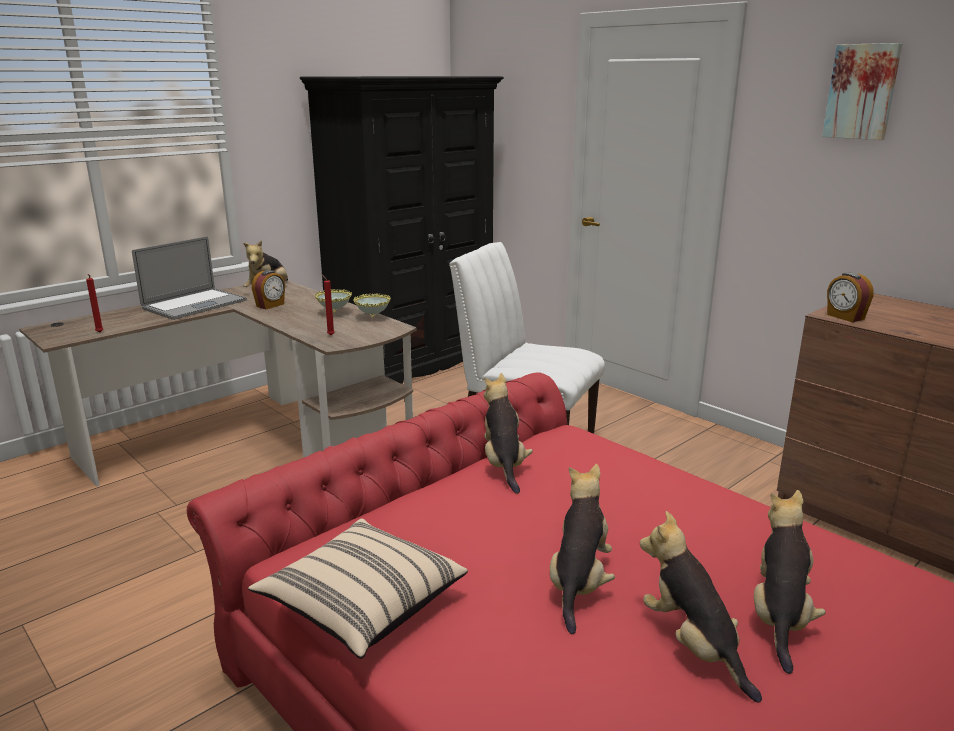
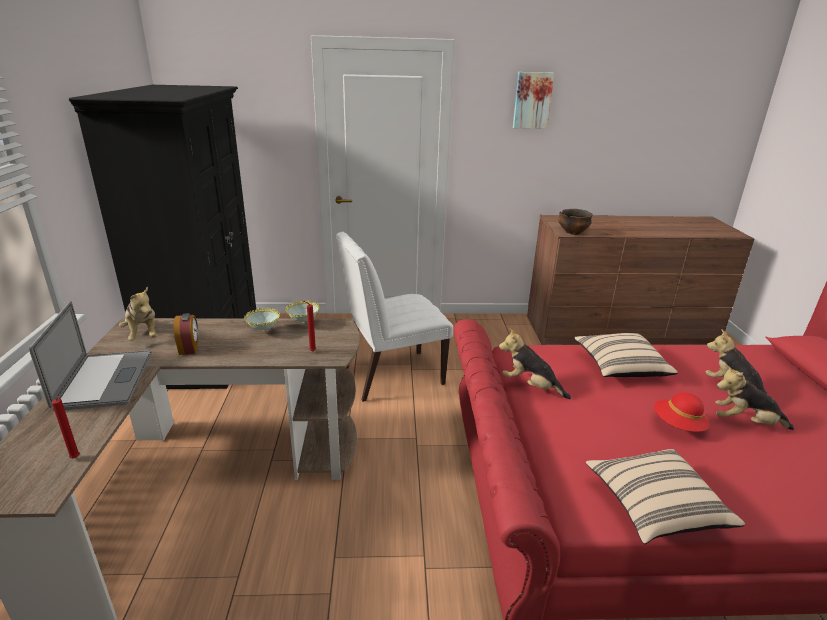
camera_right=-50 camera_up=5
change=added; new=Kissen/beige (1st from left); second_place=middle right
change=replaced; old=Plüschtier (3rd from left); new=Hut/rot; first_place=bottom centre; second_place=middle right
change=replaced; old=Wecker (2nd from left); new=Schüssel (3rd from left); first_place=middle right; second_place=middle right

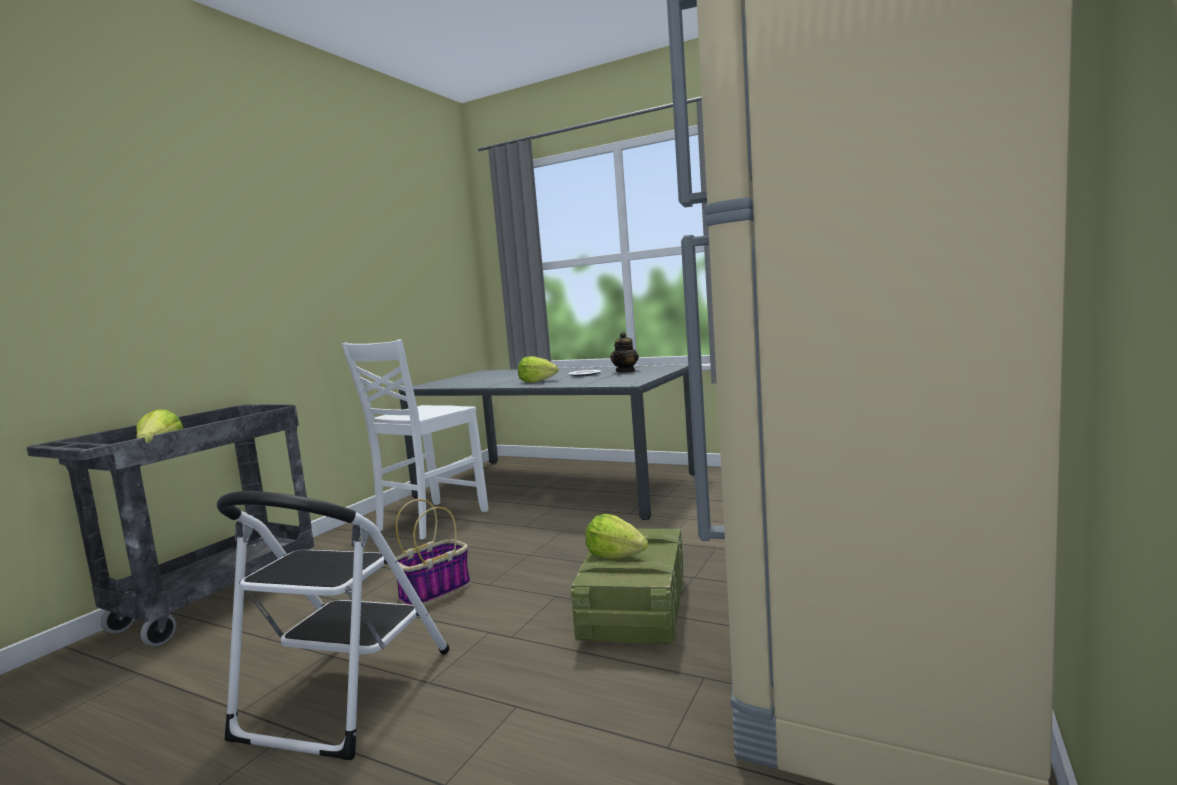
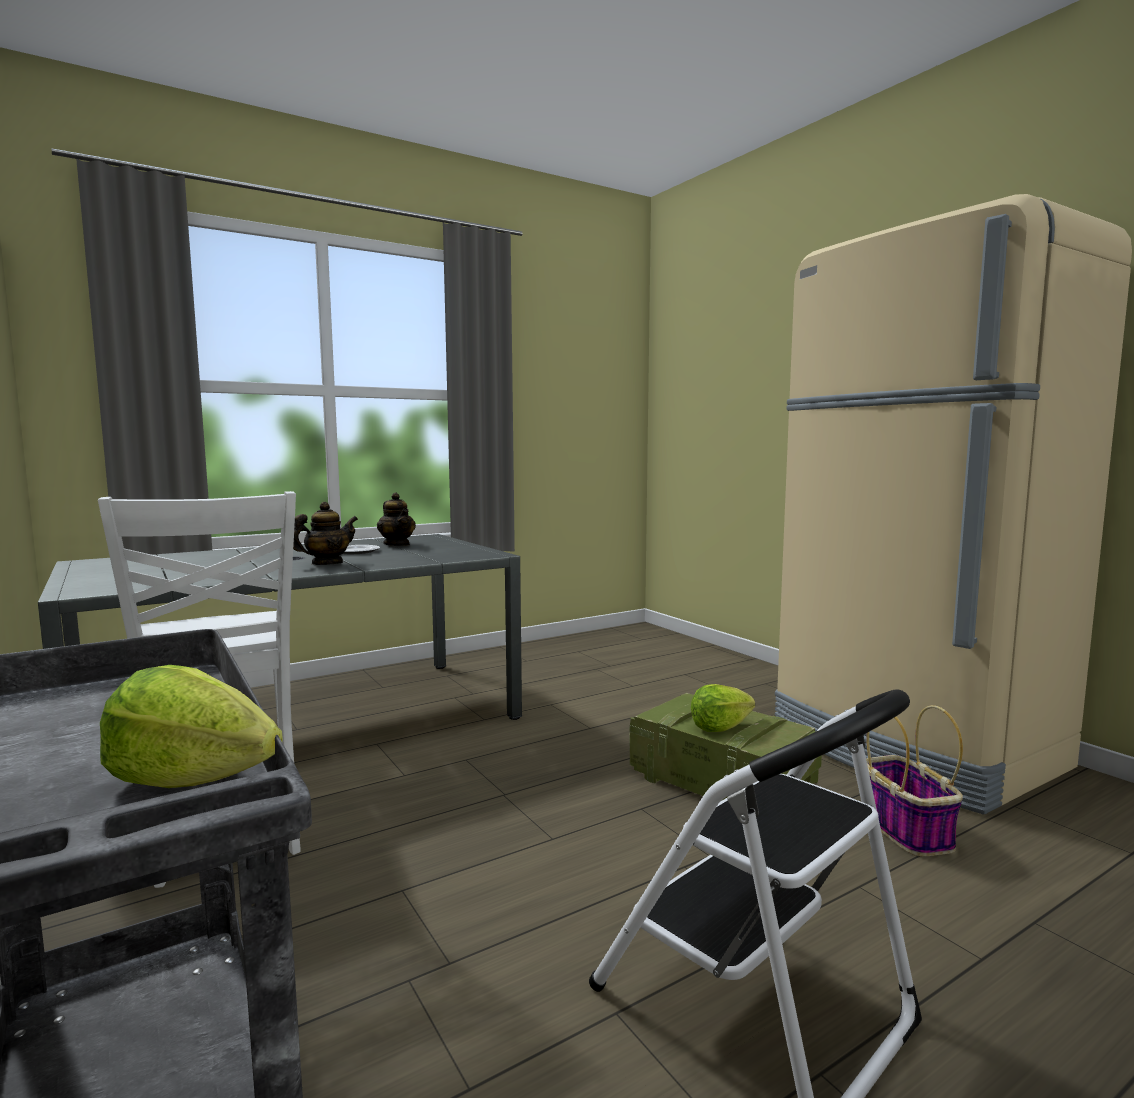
camera_right=-60 camera_up=0
change=moved; old=Korb; first_place=bottom centre; second_place=bottom right
change=replaced; old=Salatkopf (2nd from left); new=Teekanne (1st from left); first_place=centre; second_place=middle left

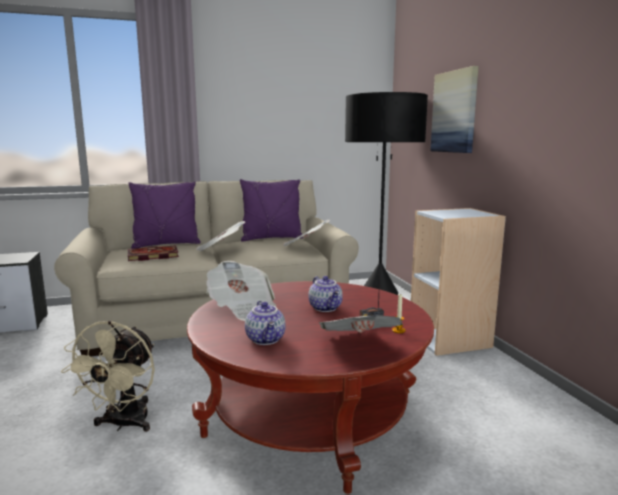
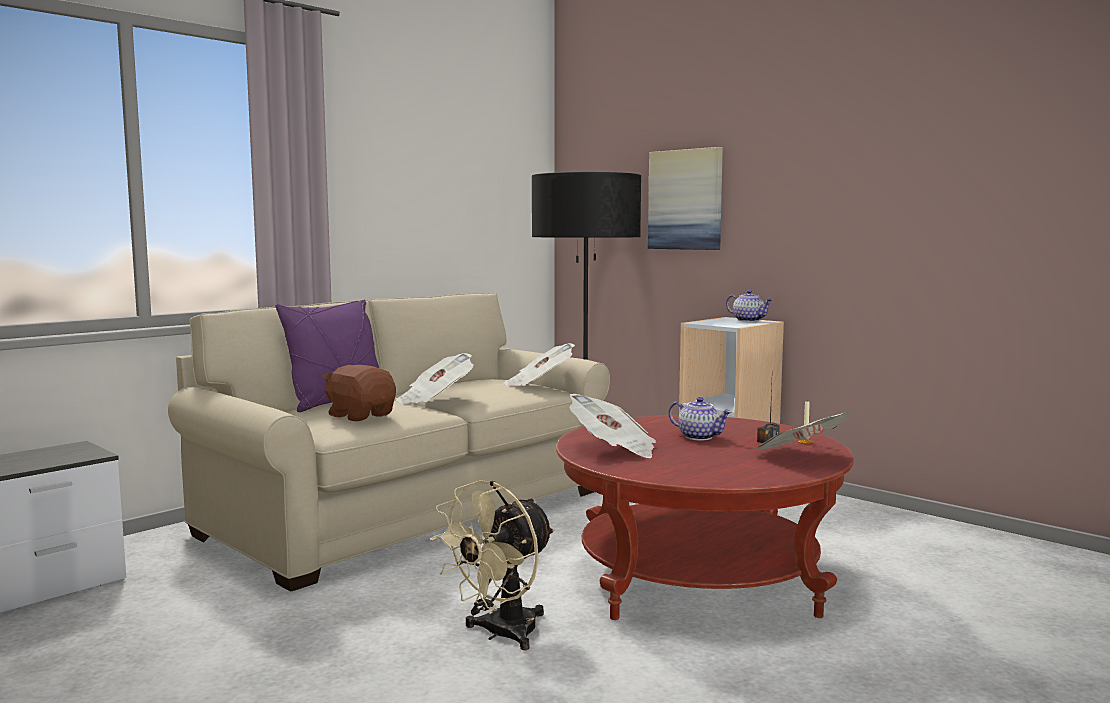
camera_right=-30 camera_up=-5
change=removed; old=Kissen/lila (2nd from left); first_place=centre
change=moved; old=Teekanne (1st from left in the first image); new=Teekanne (2nd from left); first_place=centre; second_place=middle right
change=replaced; old=Buch; new=Plüschtier/braun; first_place=middle left; second_place=middle left
change=turned; old=Ventilator/beige; first_place=bottom left; second_place=bottom centre; degrees=60

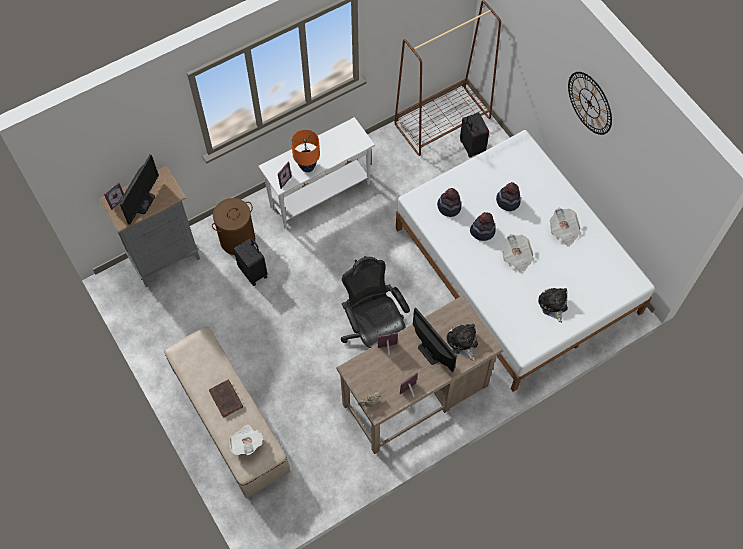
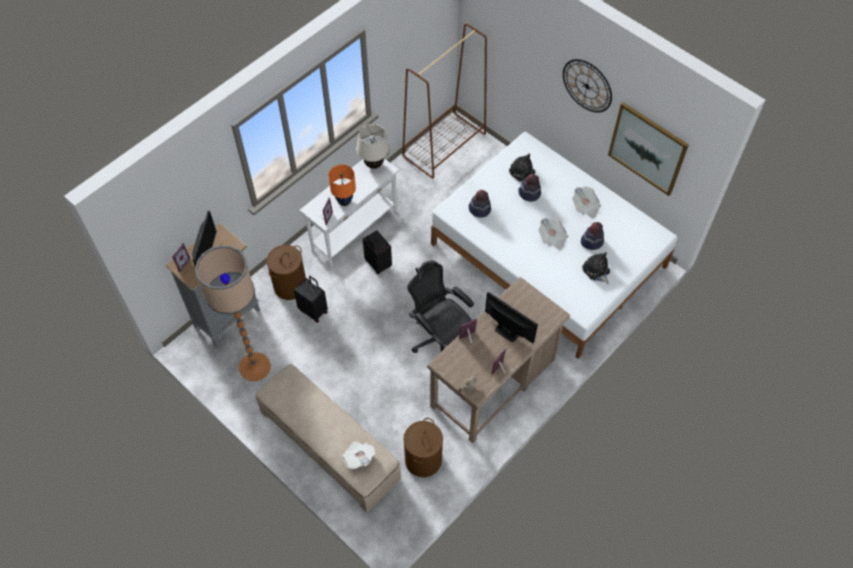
camera_right=-15 camera_up=-5
change=removed; old=Buch/braun; first_place=bottom left
change=added; new=Stehlampe; second_place=middle left
change=added; new=Tischlampe/beige; second_place=top centre
change=added; new=Wäschekorb/braun (2nd from left); second_place=bottom centre
change=added; new=Bild; second_place=top right
change=moved; old=Plüschtier (1st from left); first_place=centre; second_place=top centre
change=moved; old=Koffer/schwarz (2nd from left); first_place=top centre; second_place=centre
change=moved; old=Hut (2nd from left in the first image); new=Hut (3rd from left); first_place=centre; second_place=middle right

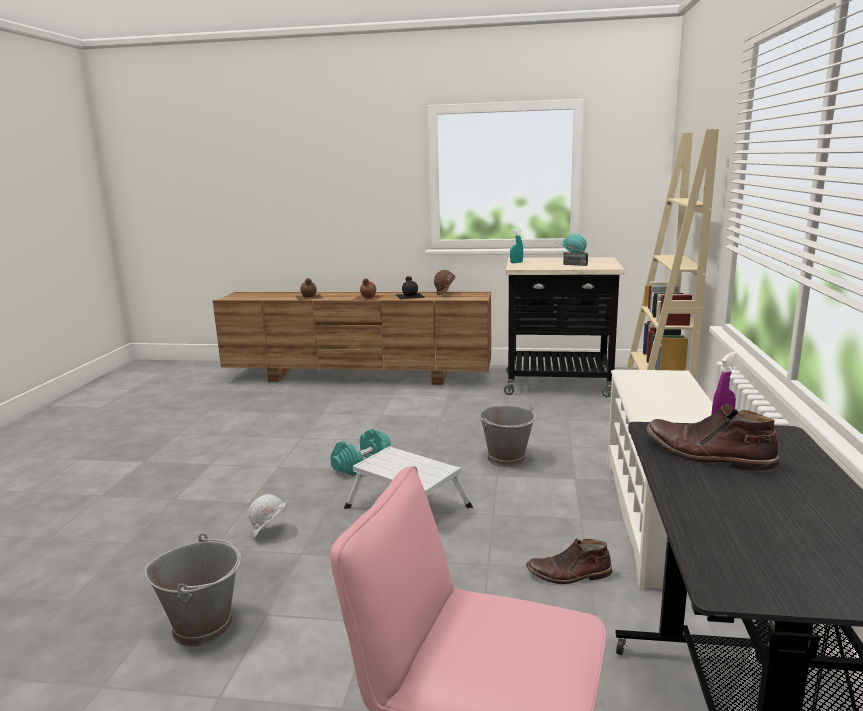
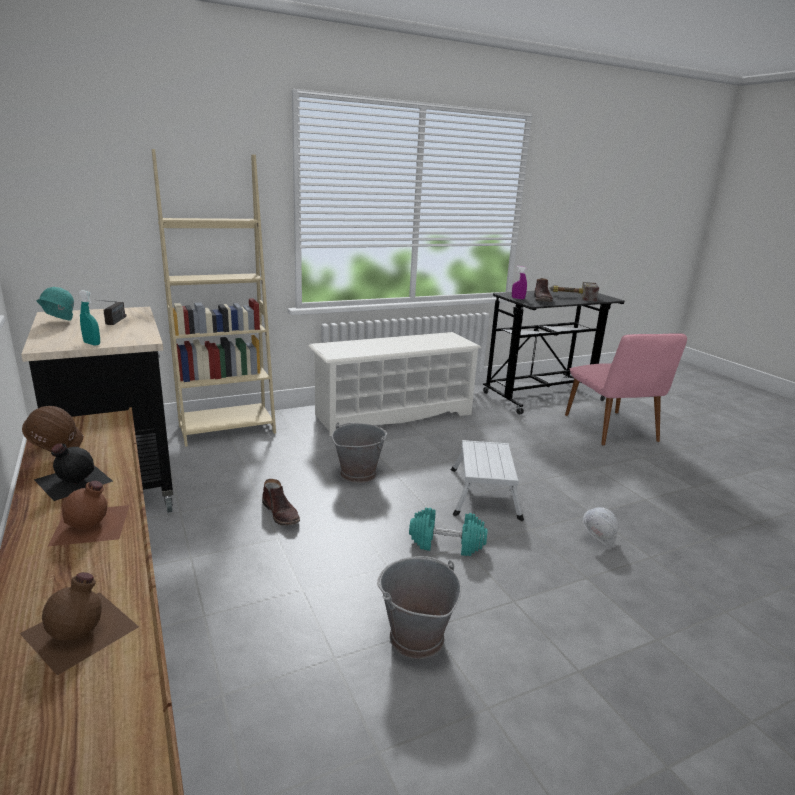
camera_right=-125 camera_up=5
change=added; new=Hammer; second_place=middle right
change=moved; old=Eimer/grau (1st from left in the first image); new=Eimer/grau (2nd from left); first_place=bottom left; second_place=bottom centre
change=moved; old=Stiefel/braun (1st from left); first_place=bottom centre; second_place=centre

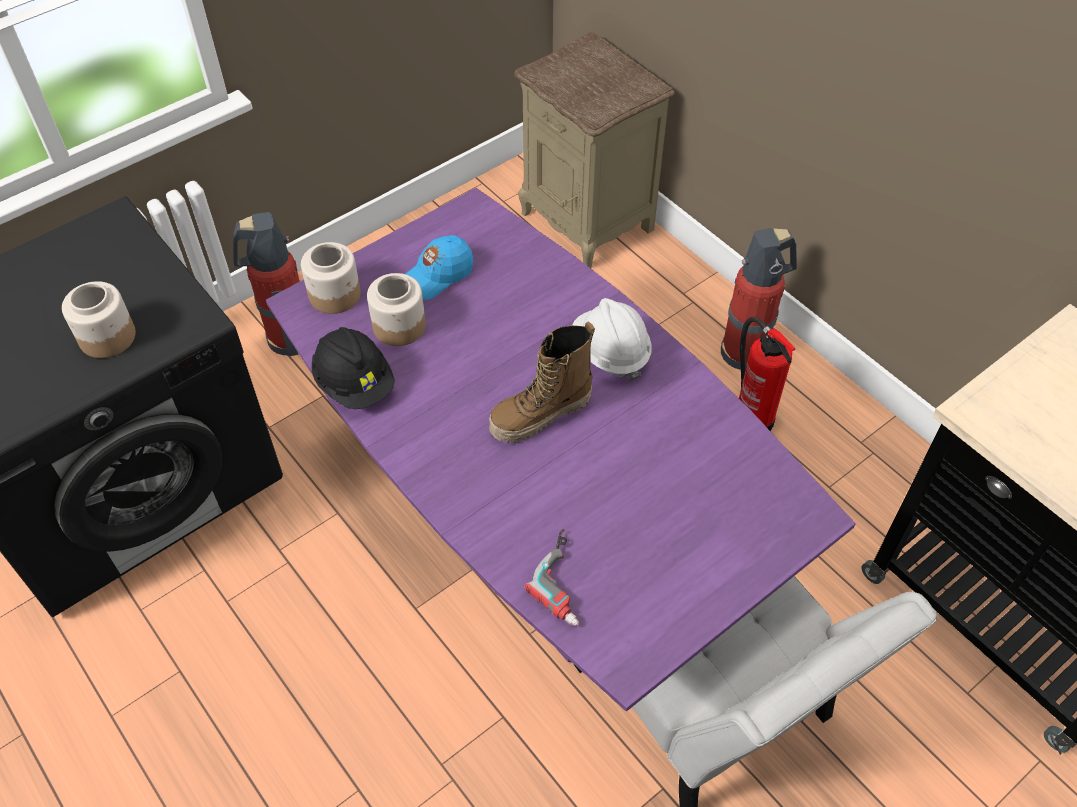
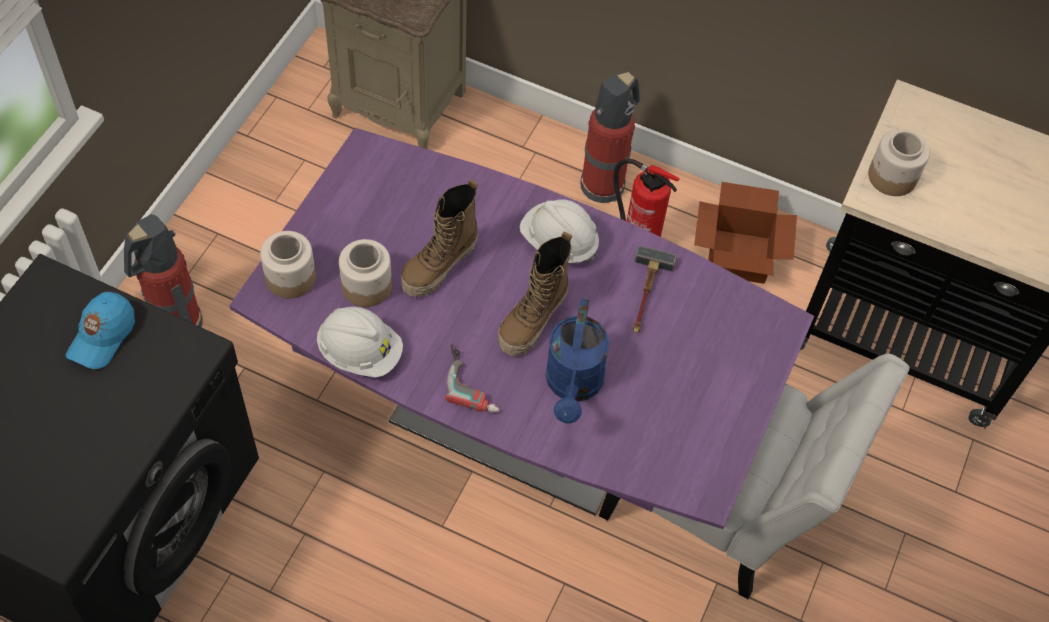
camera_right=-30 camera_up=5
change=added; new=Stiefel (1st from left); second_place=centre
change=added; new=Gießkanne/blau; second_place=centre
change=added; new=Hammer; second_place=centre
change=added; new=Karton; second_place=middle right
change=moved; old=Vorratsglas (1st from left in the first image); new=Vorratsglas (3rd from left); first_place=middle left; second_place=top right
change=moved; old=Kappe/blau; first_place=top centre; second_place=middle left
change=moved; old=Bohrmaschine; first_place=bottom centre; second_place=centre
change=recoloured; old=Schutzhelm/schwarz; new=Schutzhelm/weiß (1st from left); first_place=middle left; second_place=centre

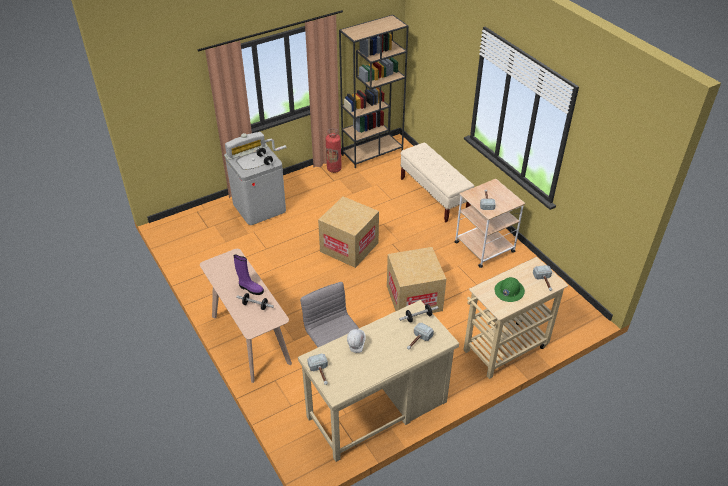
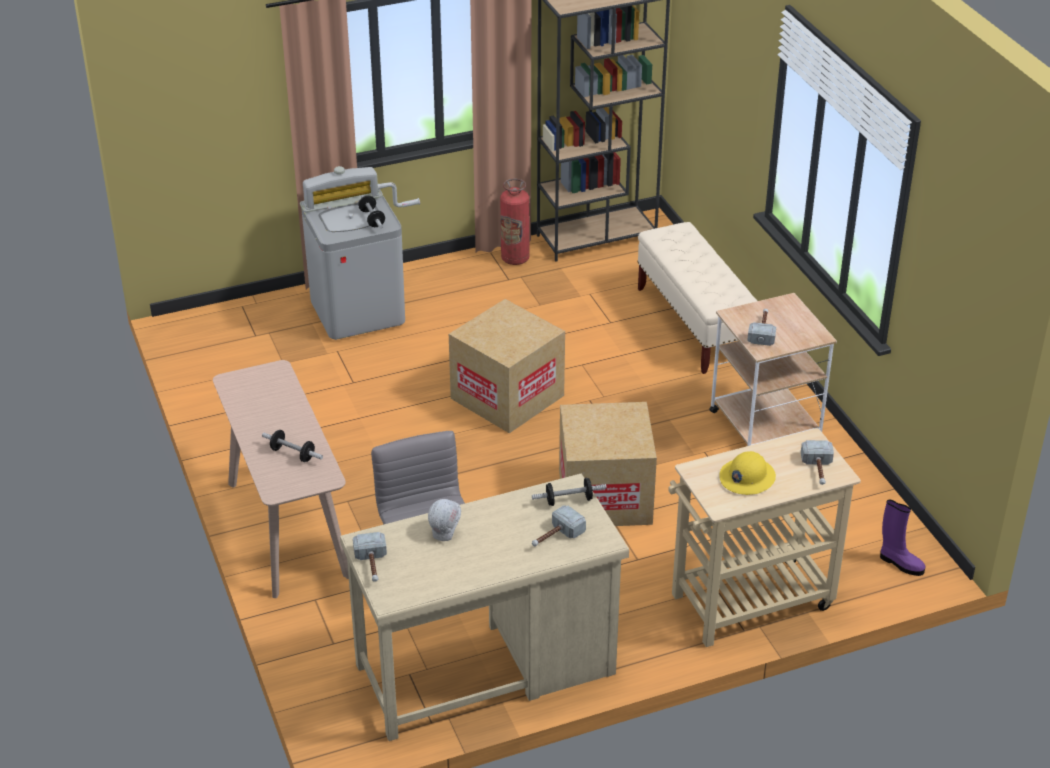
camera_right=10 camera_up=-5
change=moved; old=Stiefel/lila; first_place=centre; second_place=bottom right
change=recoloured; old=Schutzhelm/grün; new=Schutzhelm/gelb; first_place=middle right; second_place=middle right

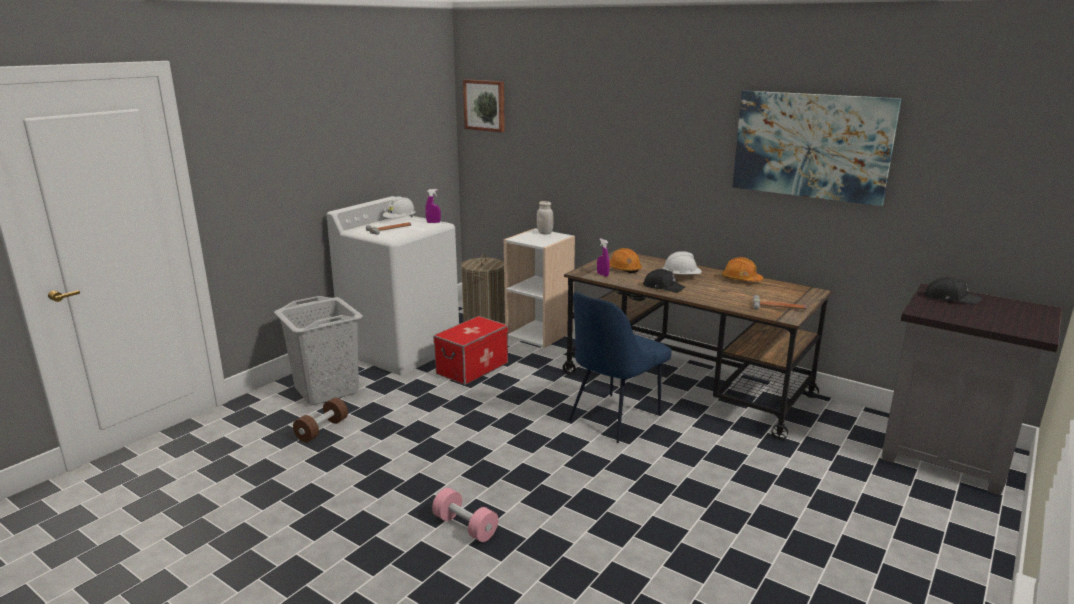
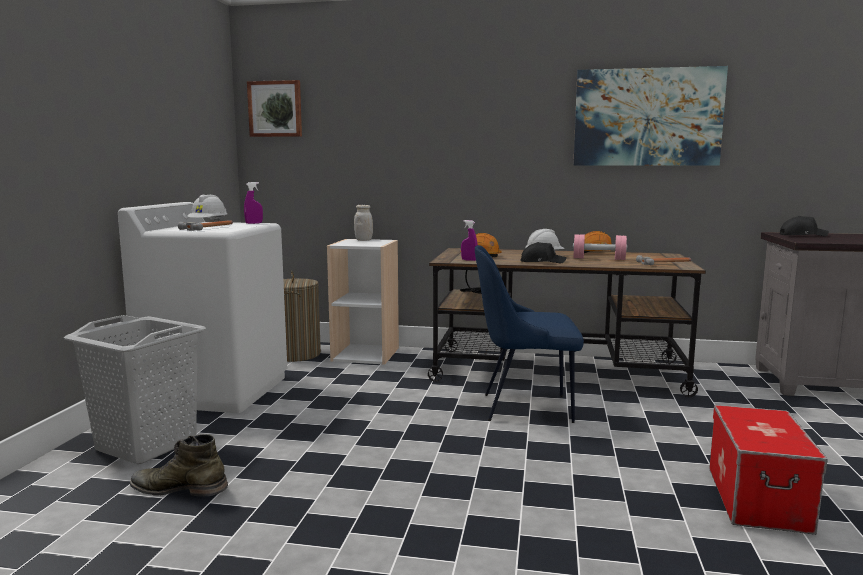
camera_right=-25 camera_up=-10
change=moved; old=Hantel/rosa; first_place=bottom centre; second_place=middle right
change=moved; old=Aufbewahrungsbox; first_place=centre; second_place=bottom right
change=replaced; old=Hantel/braun; new=Stiefel/grün; first_place=bottom left; second_place=bottom left
change=turned; old=Stuhl/blau; first_place=centre; second_place=centre; degrees=75

